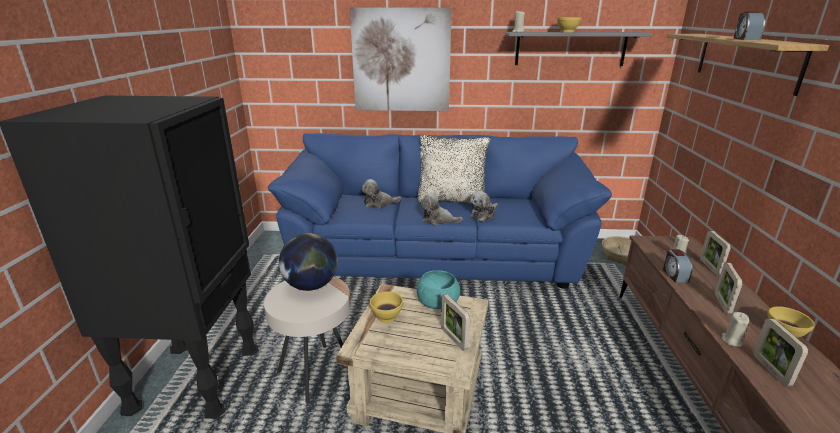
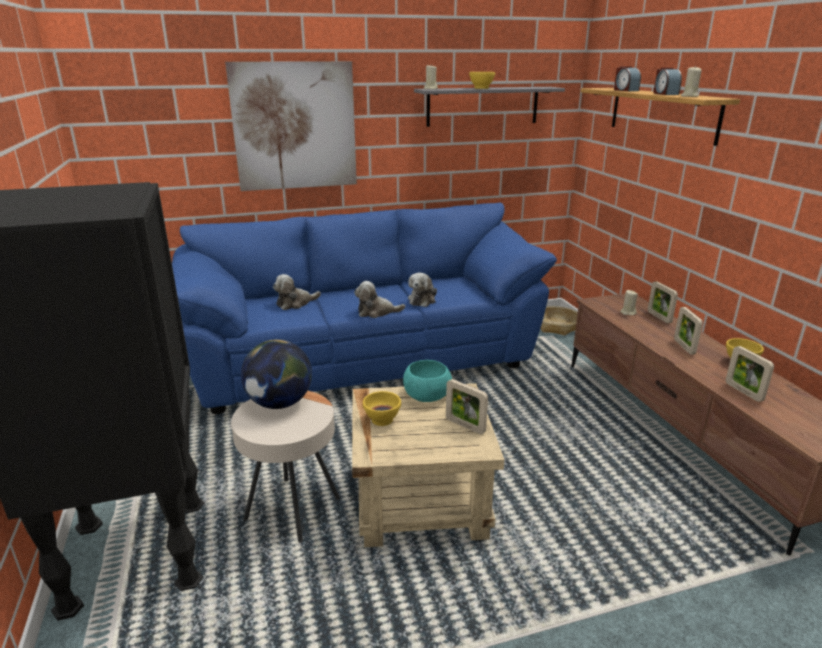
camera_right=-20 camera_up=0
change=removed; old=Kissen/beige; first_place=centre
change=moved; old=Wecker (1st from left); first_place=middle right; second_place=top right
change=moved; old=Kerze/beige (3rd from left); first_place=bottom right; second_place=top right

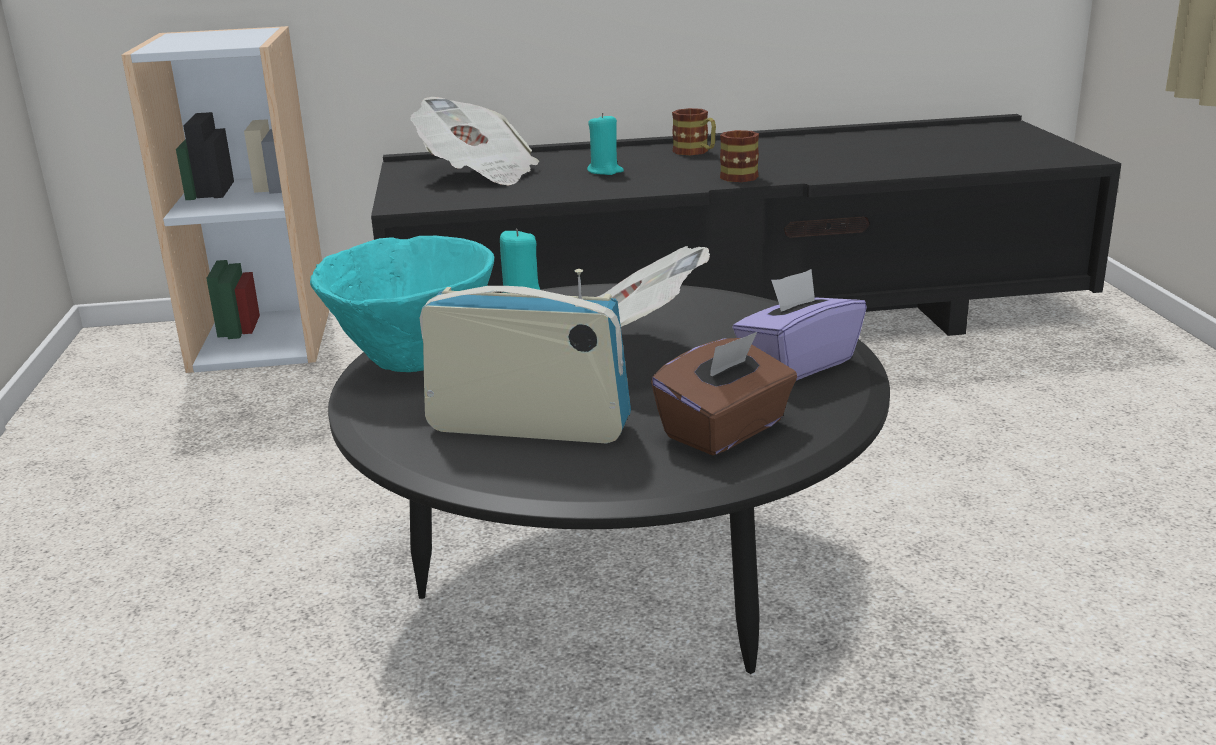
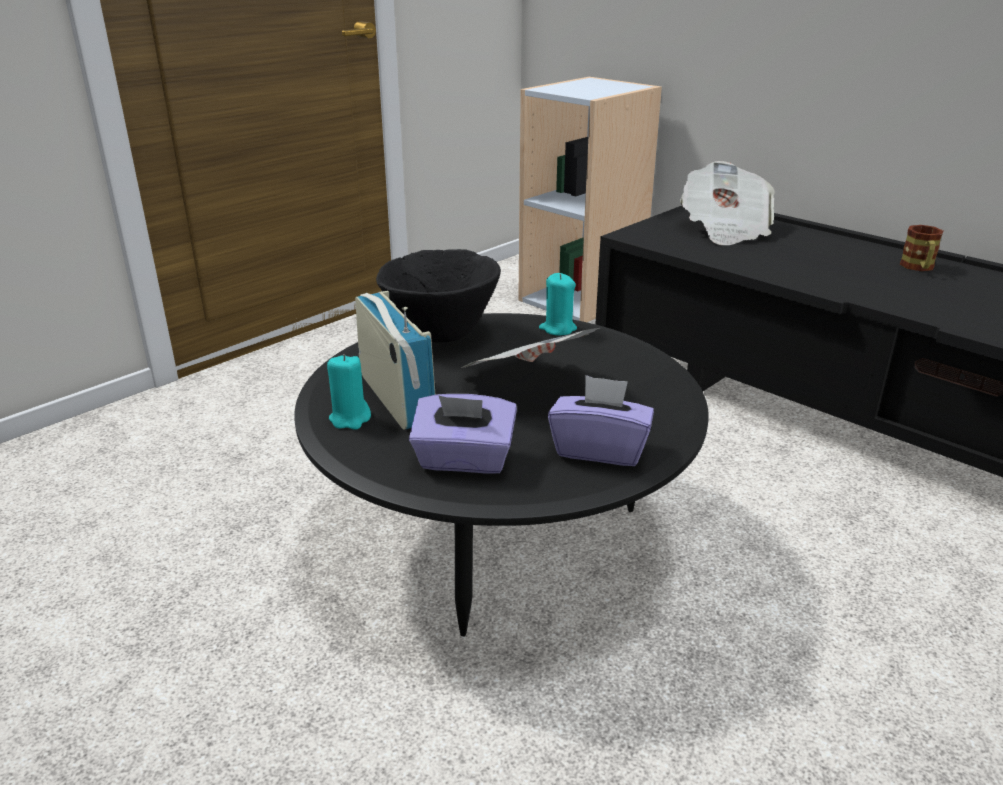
camera_right=50 camera_up=5
change=removed; old=Henkelbecher (2nd from left); first_place=top centre
change=moved; old=Kerze/türkis (2nd from left in the first image); new=Kerze/türkis (1st from left); first_place=top centre; second_place=centre
change=recoloured; old=Schüssel/türkis; new=Schüssel/schwarz; first_place=middle left; second_place=centre
change=recoloured; old=Taschentuchbox/braun; new=Taschentuchbox/lila (1st from left); first_place=centre; second_place=centre

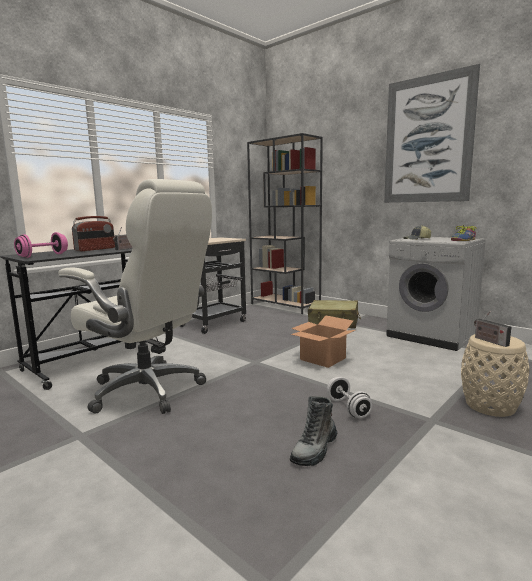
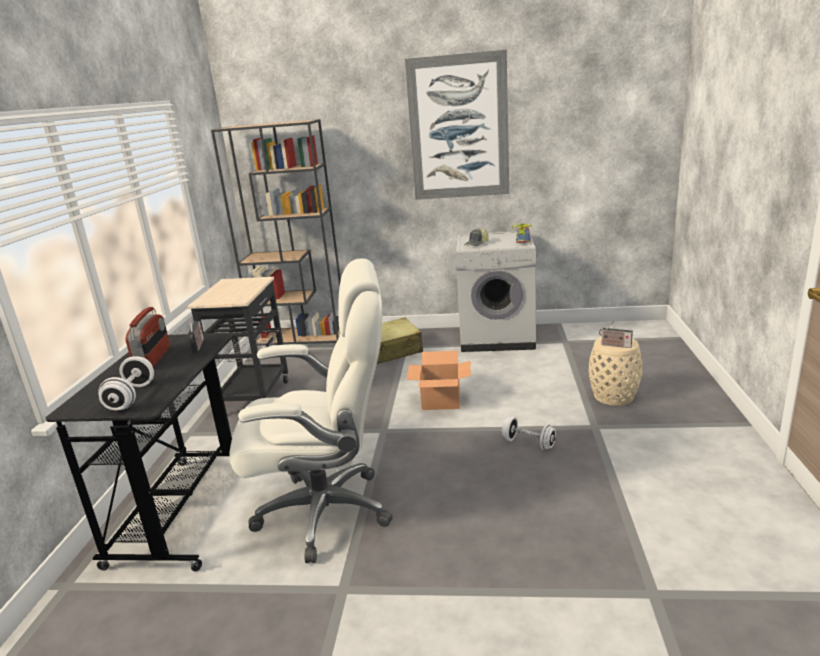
camera_right=-35 camera_up=10
change=removed; old=Stiefel; first_place=bottom centre
change=recoloured; old=Hantel/rosa; new=Hantel/weiß (1st from left); first_place=middle left; second_place=middle left

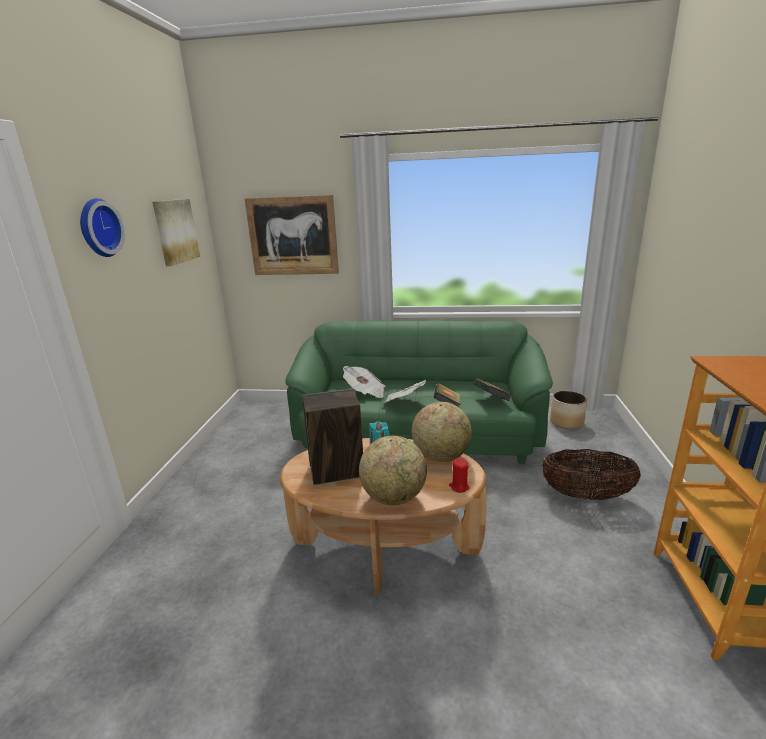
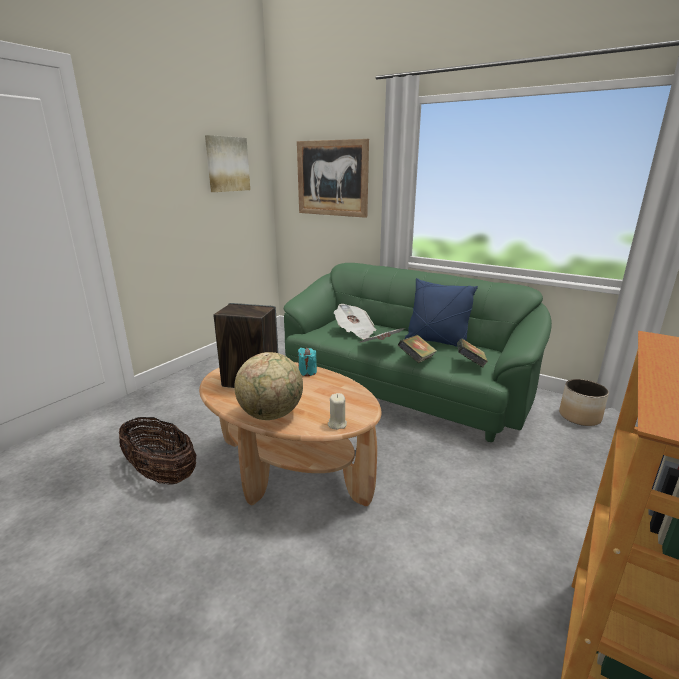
camera_right=25 camera_up=0
change=removed; old=Wanduhr; first_place=top left
change=removed; old=Globus (2nd from left); first_place=centre
change=added; new=Kissen/blau; second_place=centre
change=moved; old=Korb; first_place=middle right; second_place=middle left
change=recoloured; old=Kerze/rot; new=Kerze/beige; first_place=centre; second_place=centre

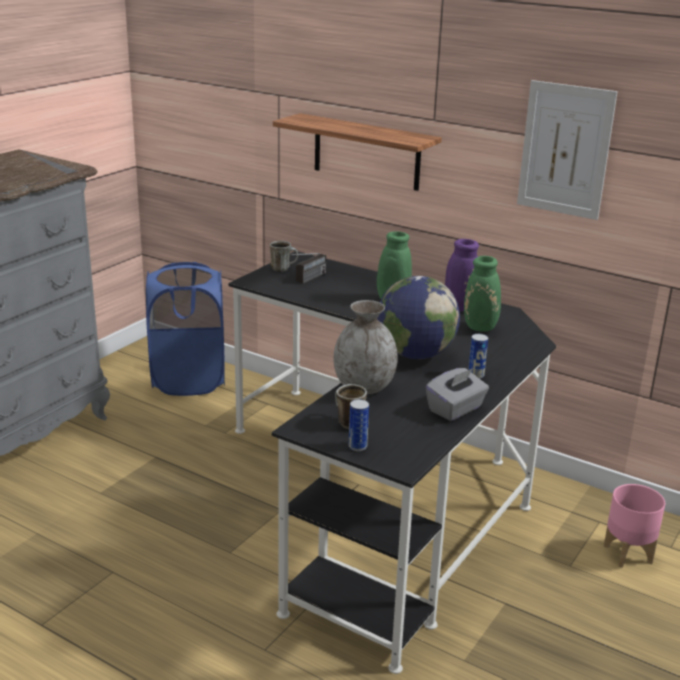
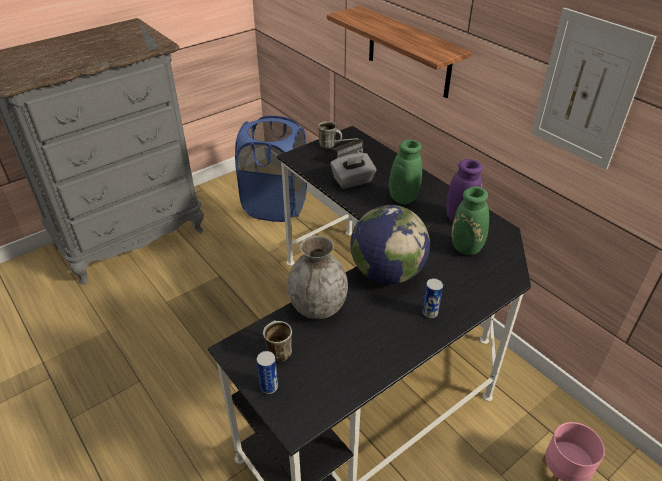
camera_right=20 camera_up=15
change=moved; old=Taschentuchbox/grau; first_place=middle right; second_place=centre

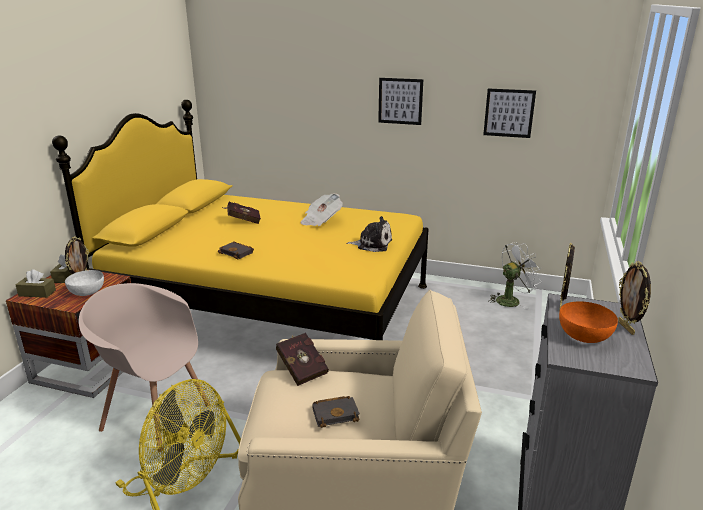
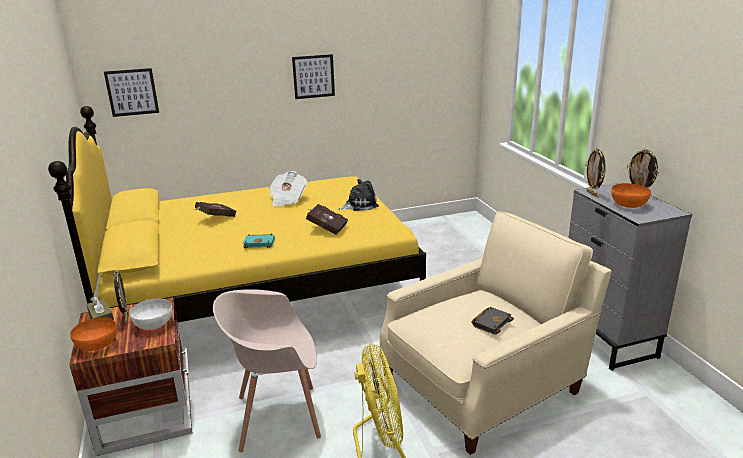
camera_right=-35 camera_up=0
change=removed; old=Ventilator/weiß; first_place=middle right
change=moved; old=Buch/rot (2nd from left); first_place=bottom centre; second_place=centre
change=moved; old=Bild (2nd from left in the first image); new=Bild (1st from left); first_place=top right; second_place=top left
change=replaced; old=Taschentuchbox/braun (1st from left); new=Schüssel/orange (1st from left); first_place=middle left; second_place=bottom left
change=recoloured; old=Buch/schwarz (1st from left); new=Buch/türkis; first_place=centre; second_place=centre

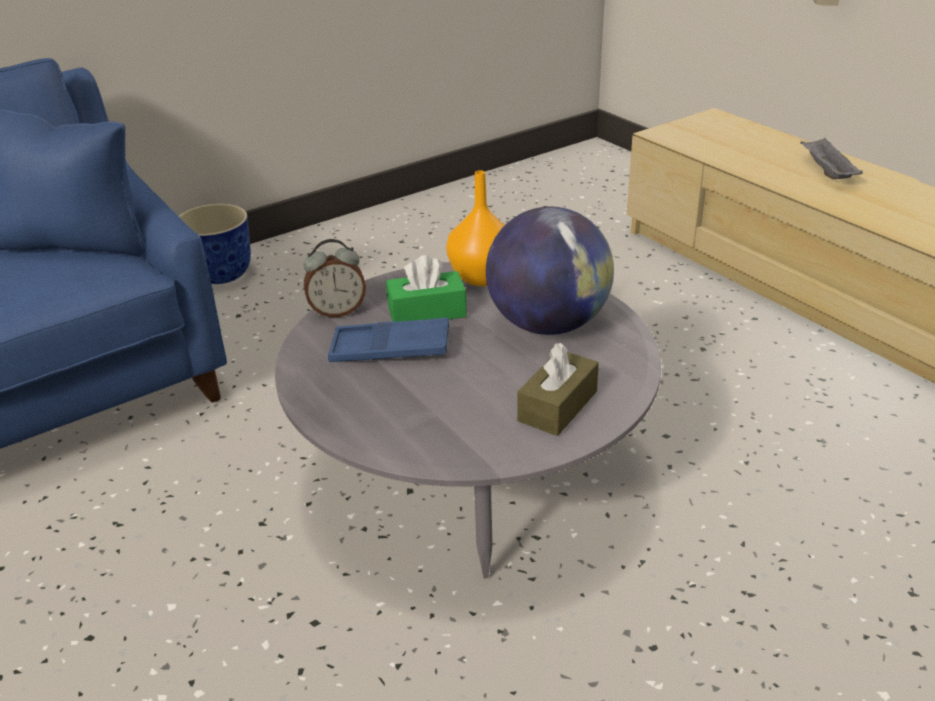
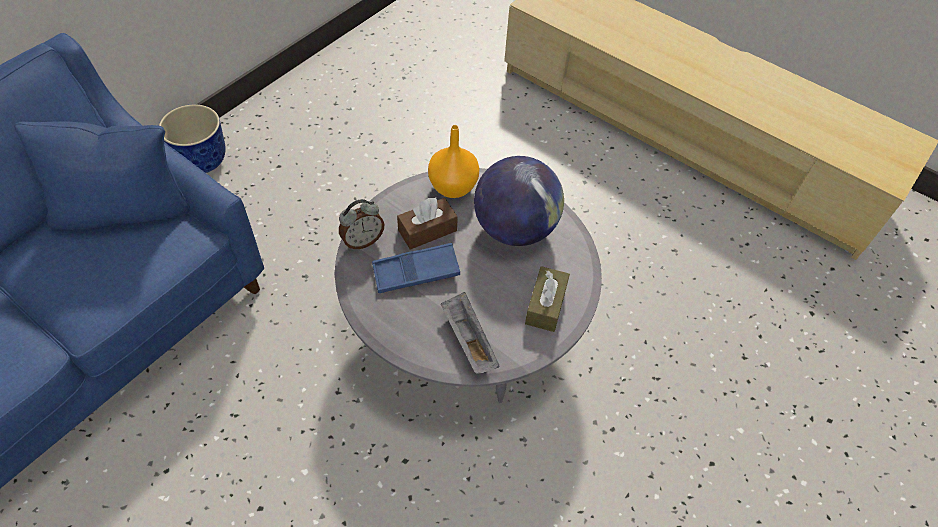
camera_right=-20 camera_up=20
change=moved; old=Tablett/grau; first_place=top right; second_place=centre
change=recoloured; old=Taschentuchbox/grün; new=Taschentuchbox/braun (1st from left); first_place=centre; second_place=centre

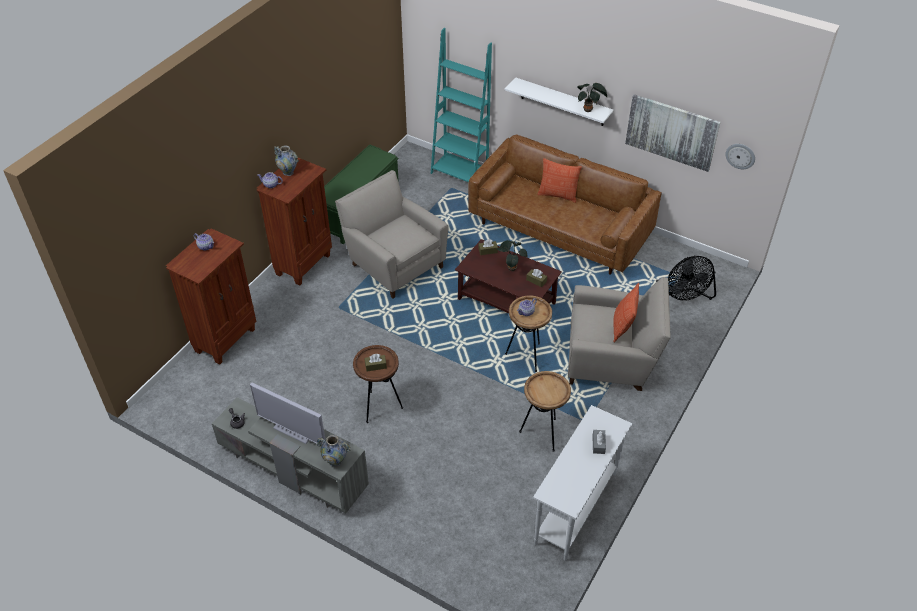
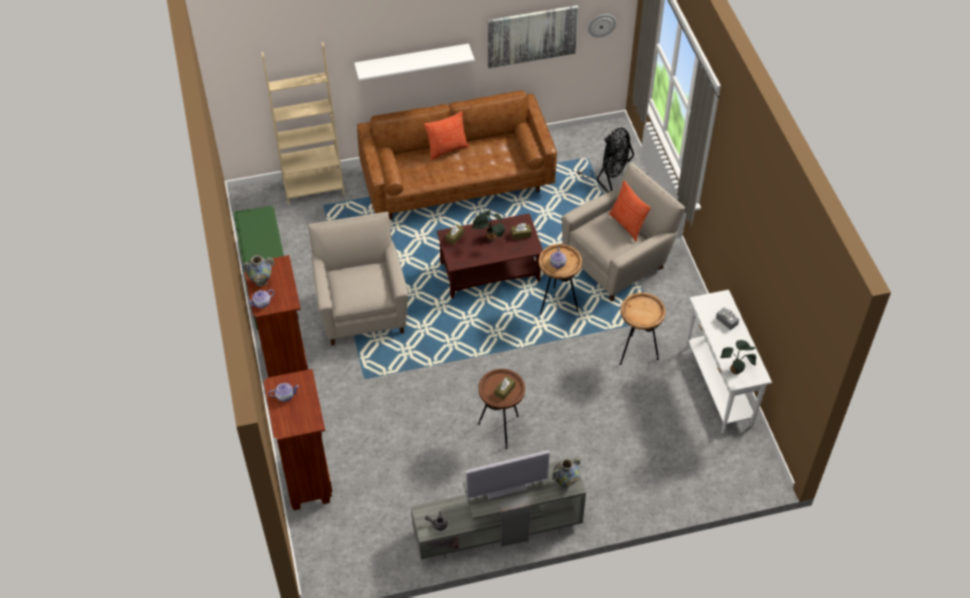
camera_right=-45 camera_up=5
change=moved; old=Topfpflanze (2nd from left); first_place=top centre; second_place=middle right
change=recoloured; old=Bücherregal/türkis; new=Bücherregal/beige; first_place=top centre; second_place=top left
change=turned; old=Sessel/beige (1st from left); first_place=centre; second_place=centre; degrees=75

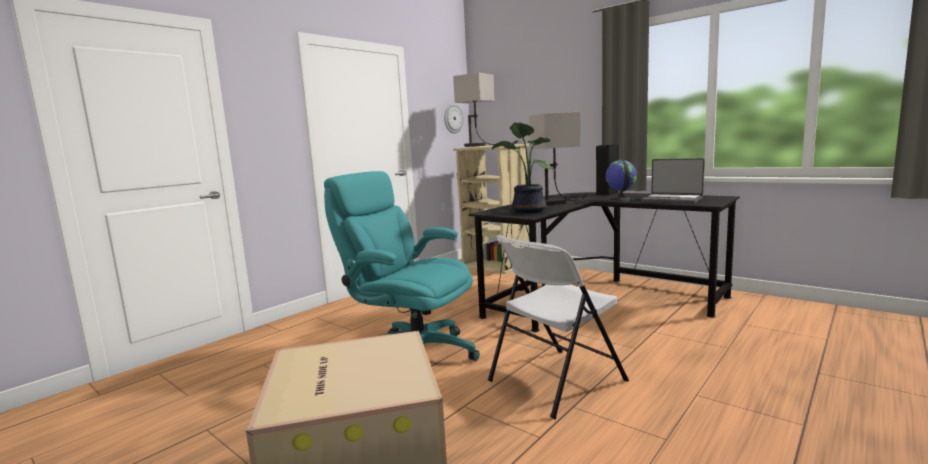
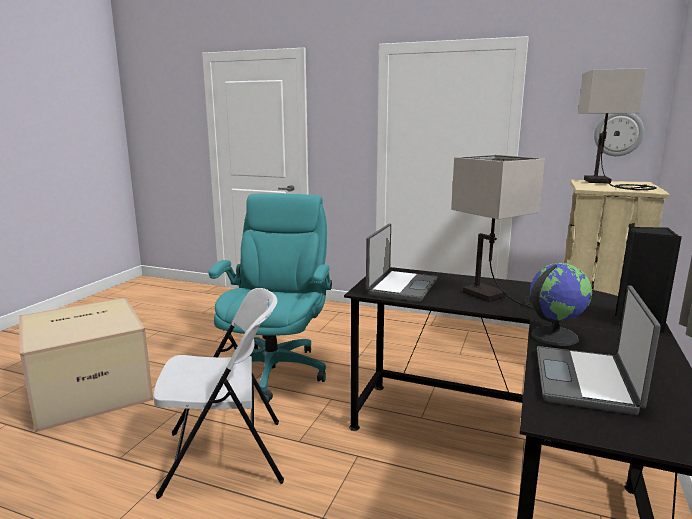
camera_right=70 camera_up=5
change=replaced; old=Topfpflanze; new=Laptop (1st from left); first_place=centre; second_place=centre
change=turned; old=Stuhl/weiß; first_place=bottom centre; second_place=bottom left; degrees=135

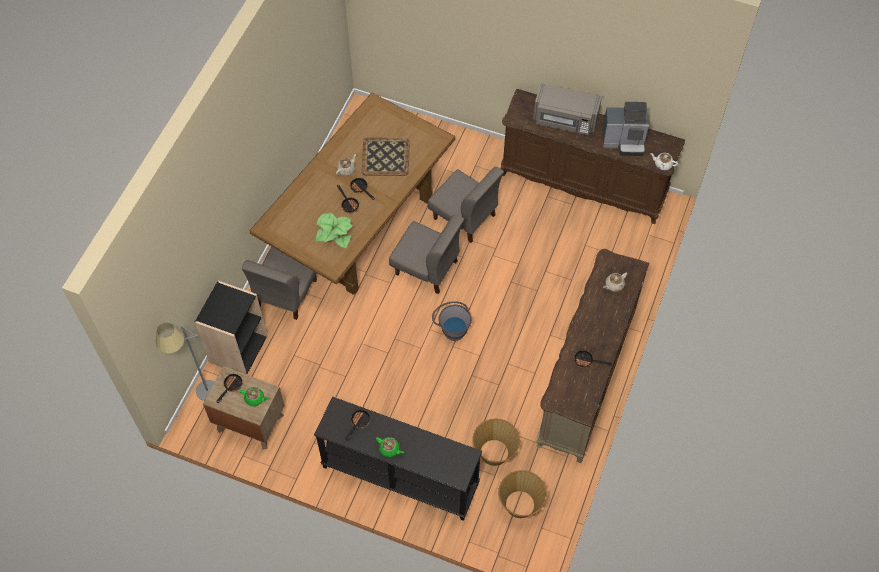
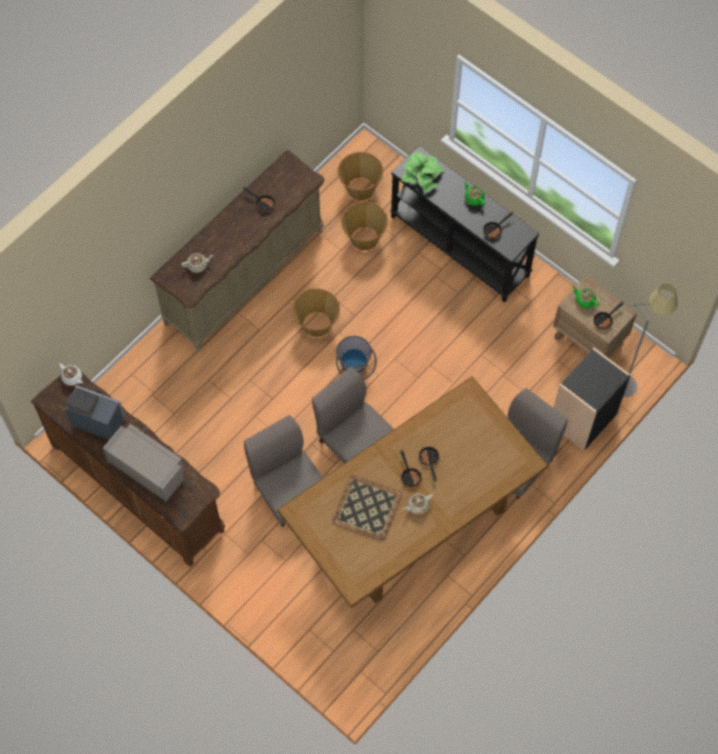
camera_right=-160 camera_up=5
change=added; new=Korb (1st from left); second_place=centre
change=moved; old=Topfpflanze; first_place=centre; second_place=top centre

